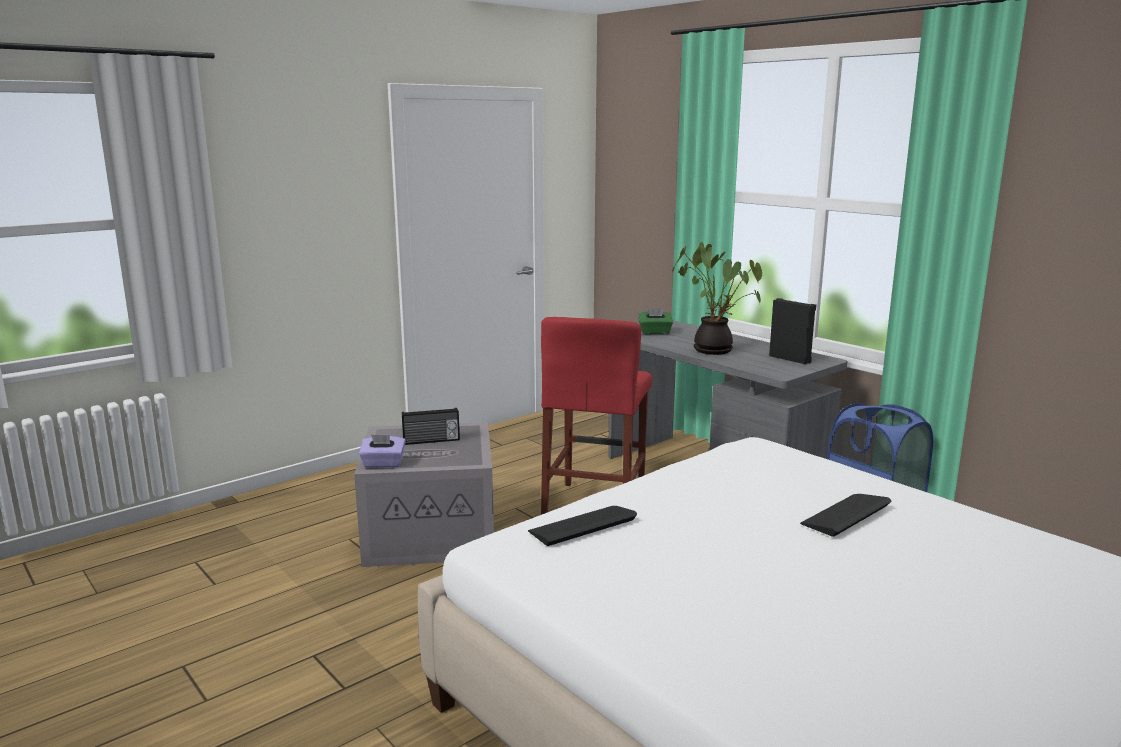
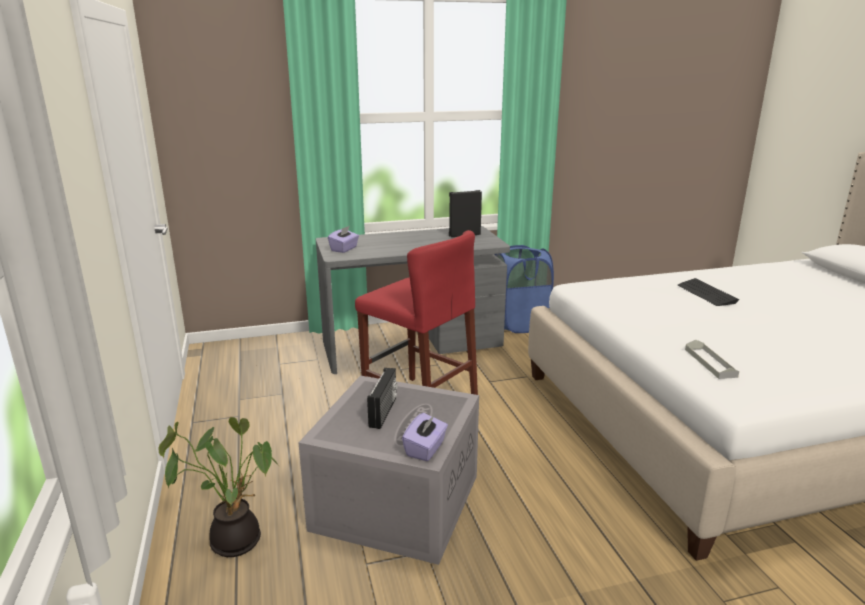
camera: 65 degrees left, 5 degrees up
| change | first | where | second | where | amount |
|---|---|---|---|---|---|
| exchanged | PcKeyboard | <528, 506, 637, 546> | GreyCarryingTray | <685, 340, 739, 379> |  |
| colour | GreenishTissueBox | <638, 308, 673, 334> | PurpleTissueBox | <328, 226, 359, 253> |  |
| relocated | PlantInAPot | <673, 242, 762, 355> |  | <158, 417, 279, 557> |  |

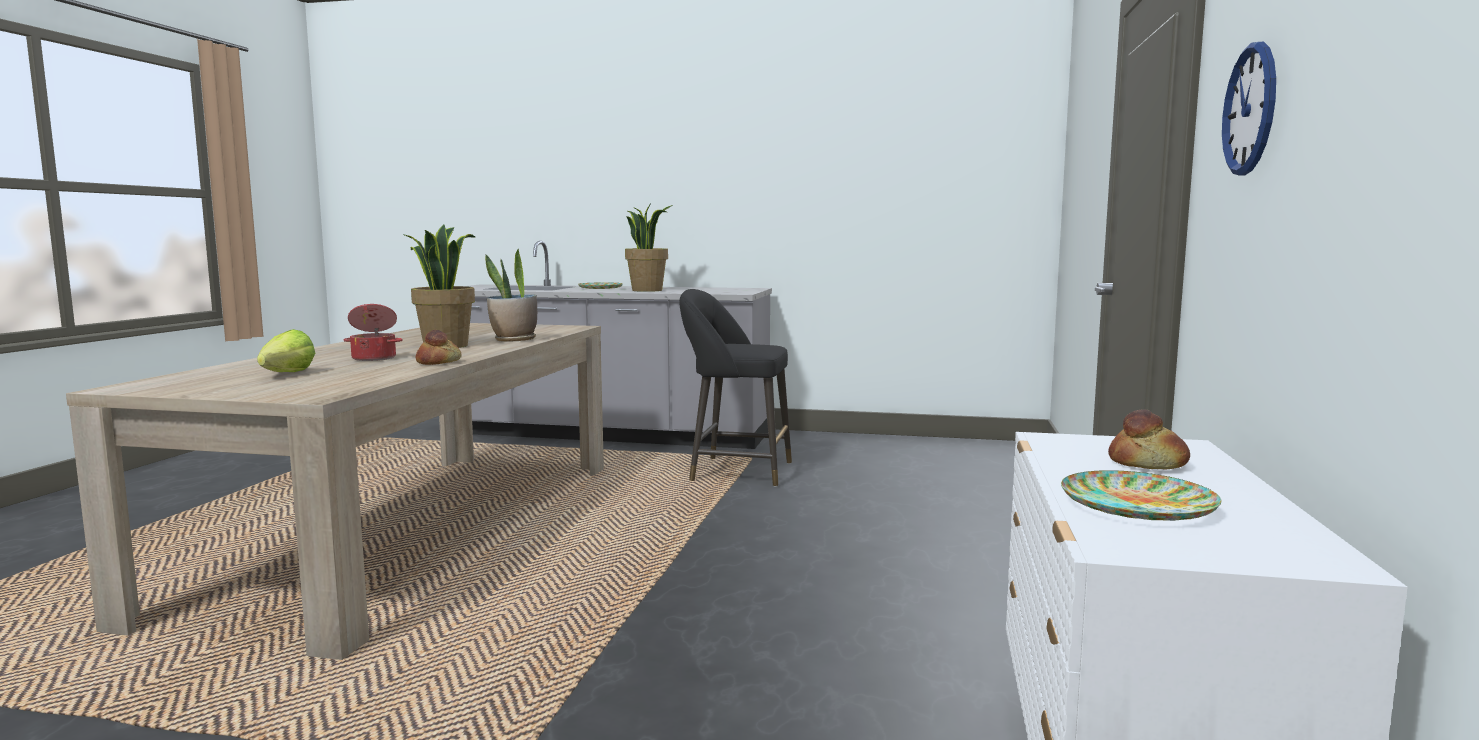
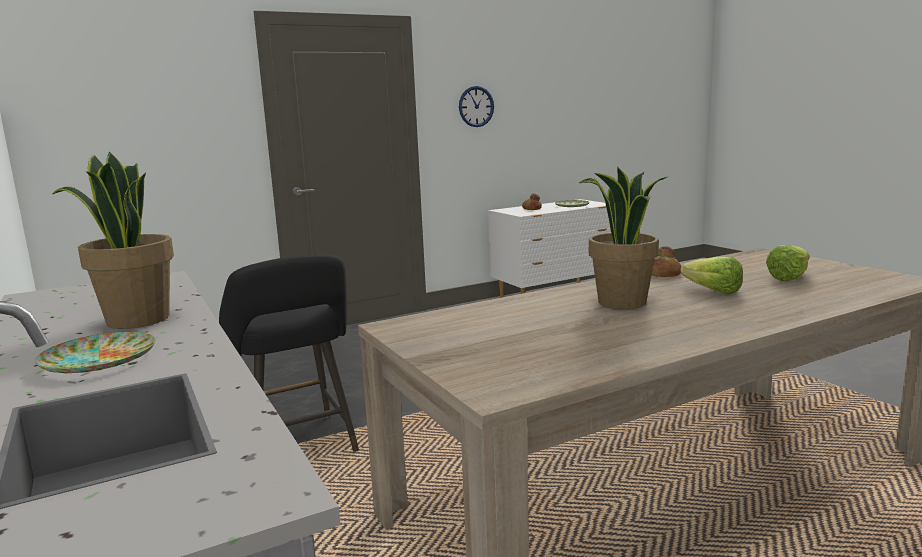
camera: 130 degrees left, 5 degrees up
| change | first | where | second | where | amount |
|---|---|---|---|---|---|
| exchanged | Stockpot | <344, 304, 403, 361> | LettuceHead | <681, 257, 743, 295> |  |
| missing | PlantInAPot | <485, 248, 537, 342> |  |  |  |

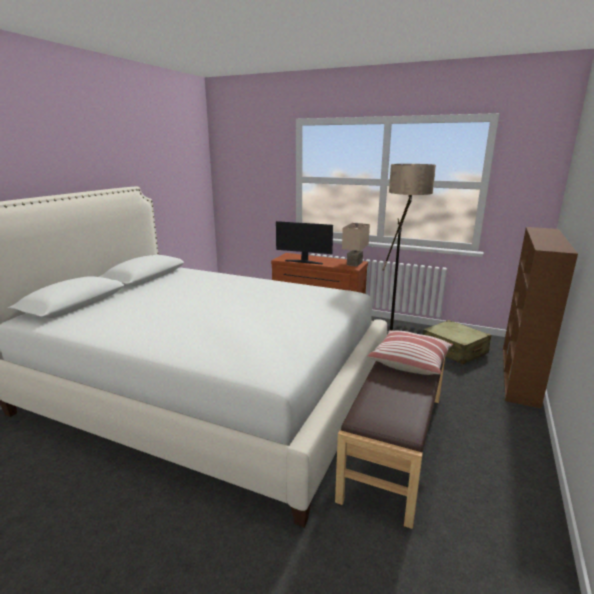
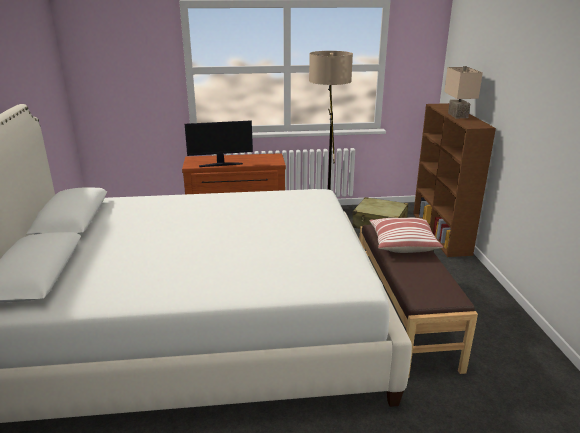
camera: 30 degrees left, 5 degrees up
| change | first | where | second | where | amount |
|---|---|---|---|---|---|
| relocated | BeigeColouredTabletopLamp | <342, 223, 370, 267> |  | <444, 66, 483, 118> |  |

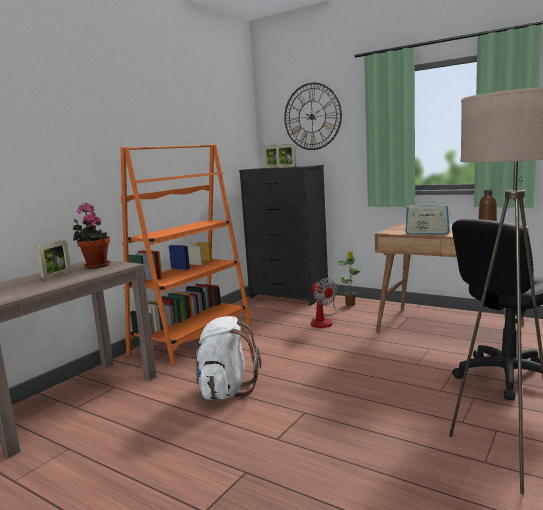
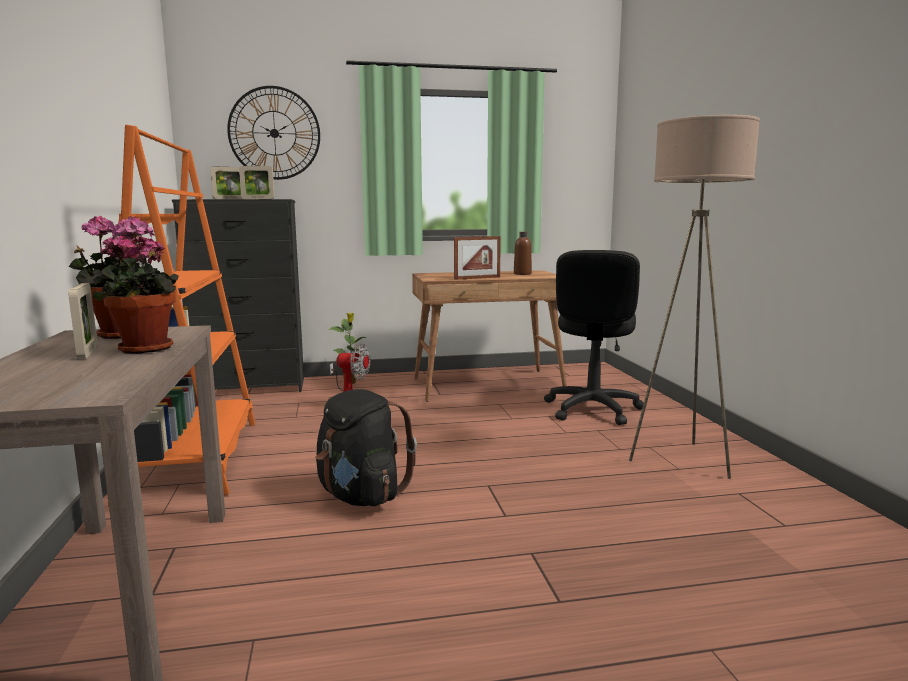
camera: 45 degrees left, 0 degrees up
| change | first | where | second | where | amount |
|---|---|---|---|---|---|
| colour | WhiteColouredKnapsack | <191, 316, 261, 400> | BlackishKnapsack | <315, 389, 417, 506> |  |
| exchanged | RadioReceiver | <405, 199, 450, 234> | StandingFrame | <454, 236, 501, 280> |  |
| appeared |  |  | PlantInAPot | <93, 216, 179, 354> |  |

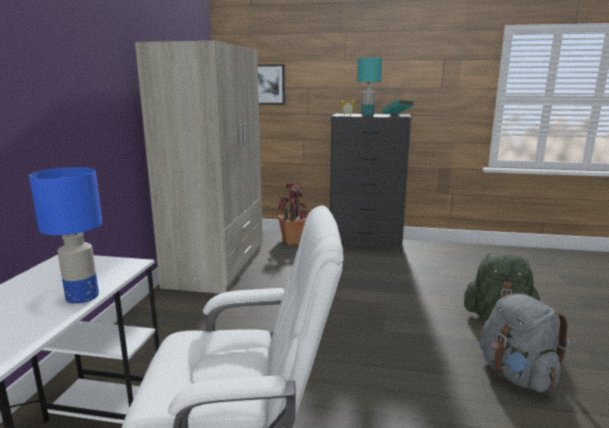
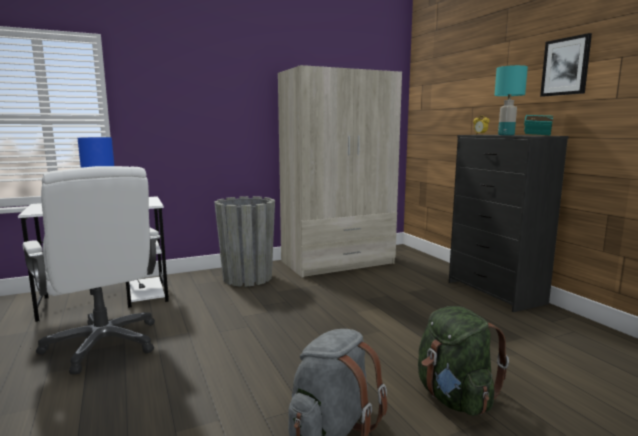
camera: 55 degrees right, 5 degrees down
| change | first | where | second | where | amount |
|---|---|---|---|---|---|
| relocated | Picture | <258, 64, 285, 105> |  | <540, 33, 592, 97> |  |
| missing | PlantInAPot | <278, 183, 307, 245> |  |  |  |
| appeared |  |  | GreyPlantPot | <214, 196, 275, 287> |  |

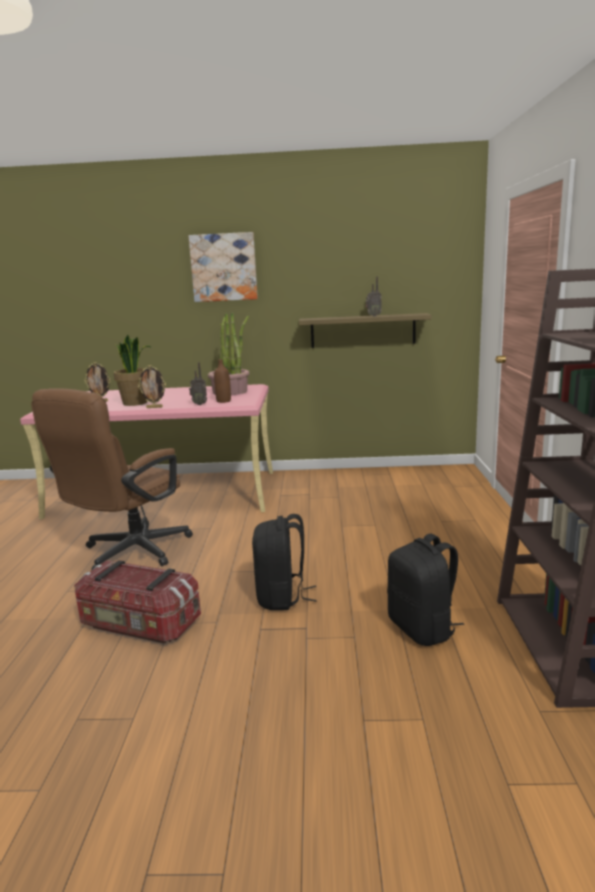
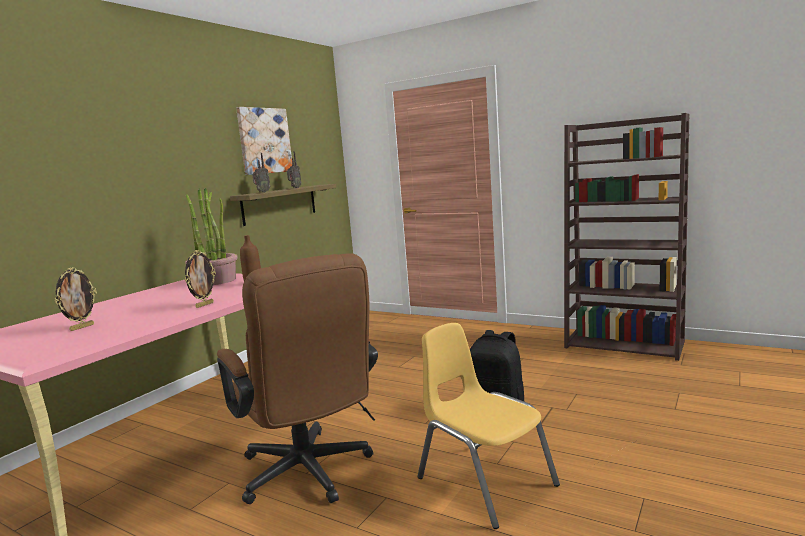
camera: 60 degrees left, 5 degrees down
| change | first | where | second | where | amount |
|---|---|---|---|---|---|
| exchanged | StorageContainer | <74, 560, 201, 644> | YellowUprightChair | <417, 323, 560, 529> |  |
| missing | PlantInAPot | <113, 335, 152, 406> |  |  |  |
| relocated | Picture | <188, 232, 258, 302> |  | <236, 107, 292, 175> |  |
| relocated | RadioReceiver | <189, 362, 207, 405> |  | <252, 153, 270, 193> |  |
| missing | BlackishKnapsack | <387, 534, 464, 646> |  |  |  |

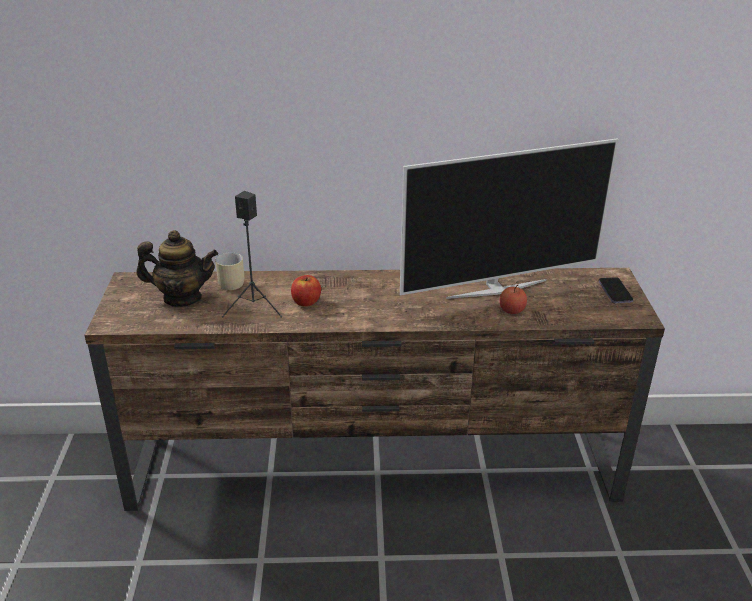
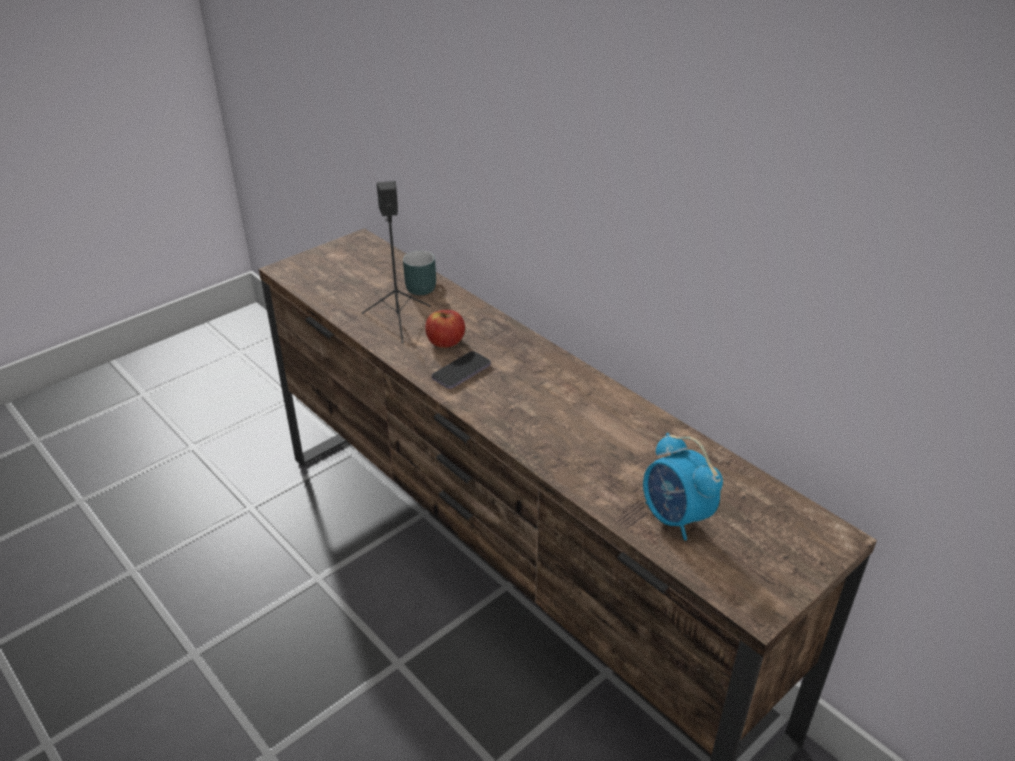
camera: 50 degrees right, 5 degrees up
| change | first | where | second | where | amount |
|---|---|---|---|---|---|
| missing | TeaPot | <137, 230, 218, 307> |  |  |  |
| colour | BeigeColouredCoffeeMug | <215, 252, 244, 290> | TurquoiseCoffeeMug | <403, 251, 436, 295> |  |
| missing | TvSet | <400, 138, 619, 299> |  |  |  |
| missing | WholeApple | <500, 285, 527, 314> |  |  |  |
| relocated | Phone | <599, 277, 633, 303> |  | <432, 351, 491, 389> |  |
| appeared |  |  | TableClock | <643, 433, 723, 541> |  |

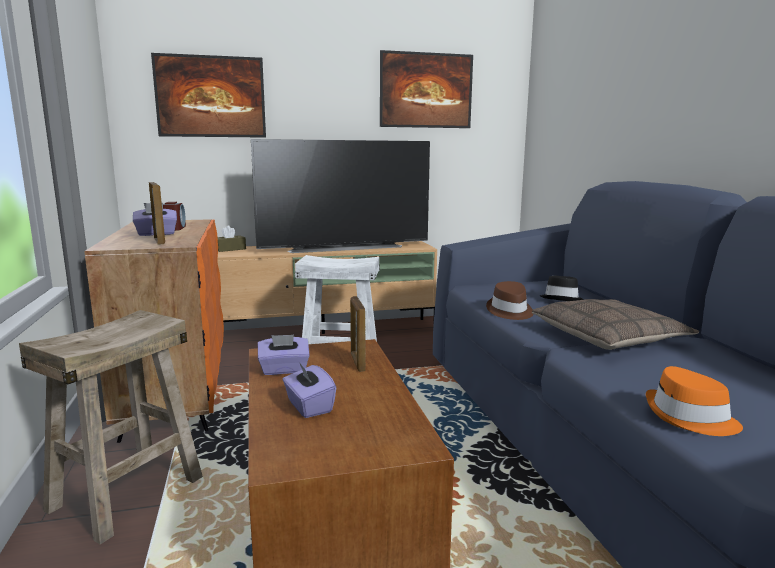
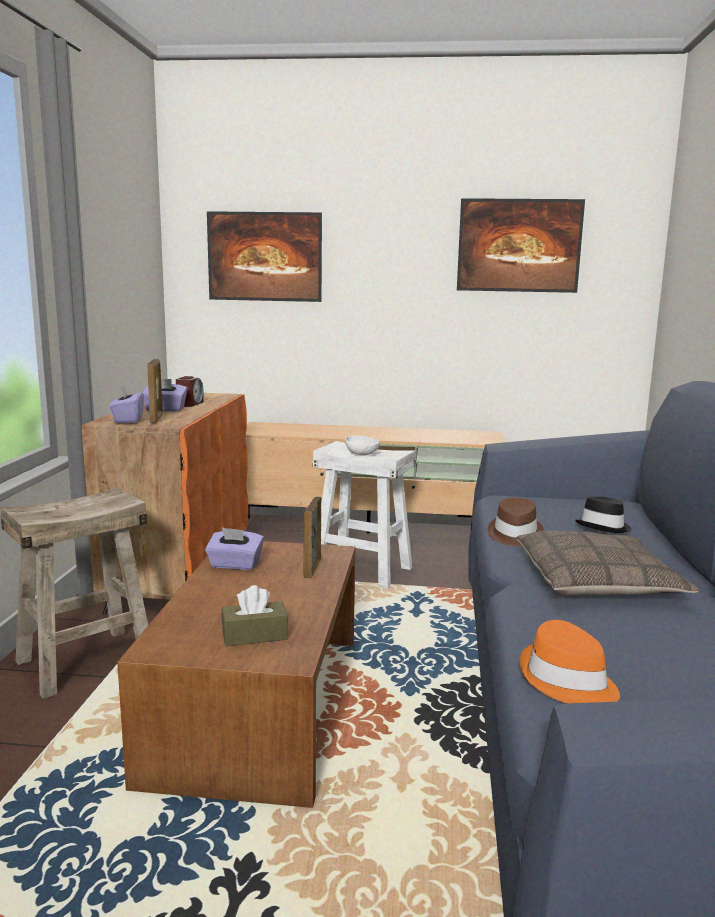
camera: 20 degrees right, 0 degrees up
| change | first | where | second | where | amount |
|---|---|---|---|---|---|
| relocated | BrownColouredTissueBox | <218, 225, 246, 252> |  | <221, 585, 288, 646> |  |
| missing | TvSet | <251, 139, 430, 253> |  |  |  |
| relocated | PurpleTissueBox | <283, 362, 336, 418> |  | <110, 384, 144, 423> |  |
| appeared |  |  | WhiteColouredBowl | <345, 436, 380, 455> |  |

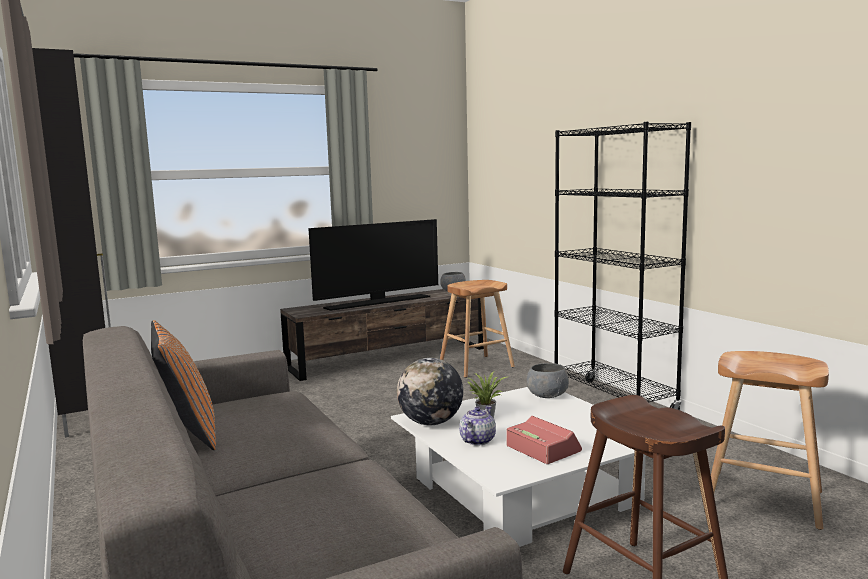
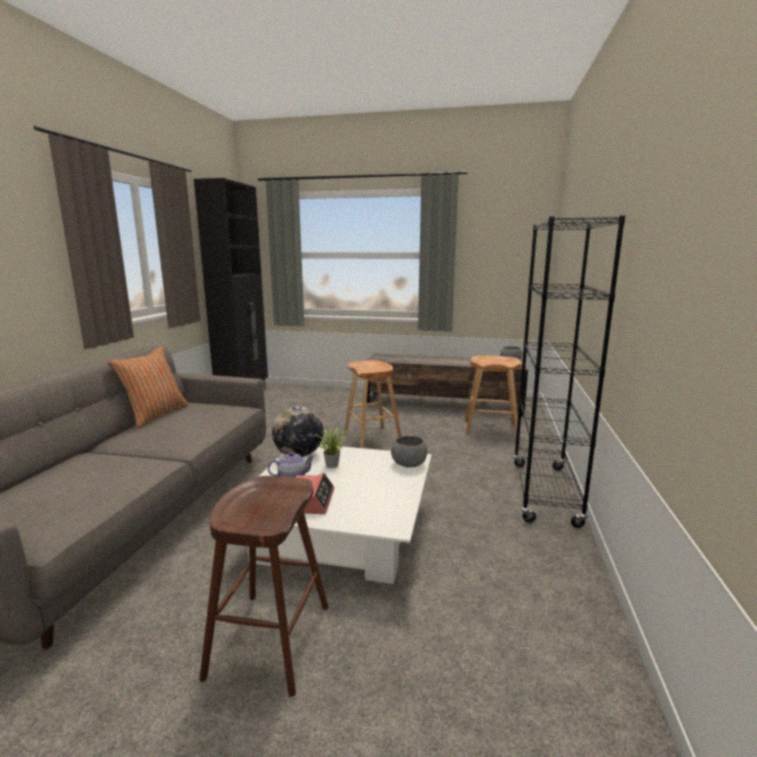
camera: 40 degrees right, 5 degrees up
| change | first | where | second | where | amount |
|---|---|---|---|---|---|
| missing | TvSet | <309, 219, 438, 311> |  |  |  |
| relocated | BrownColouredStool | <711, 351, 829, 530> |  | <344, 360, 402, 448> |  |

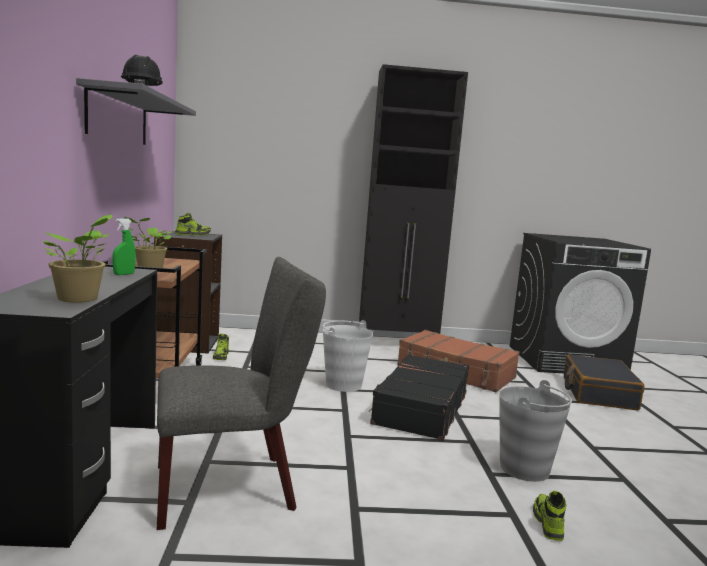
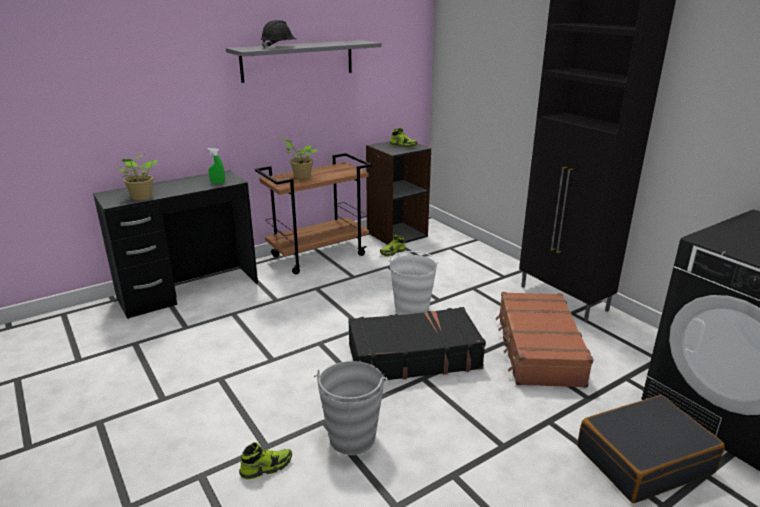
camera: 60 degrees right, 15 degrees up
| change | first | where | second | where | amount |
|---|---|---|---|---|---|
| missing | GreyUprightChair | <157, 257, 326, 530> |  |  |  |

